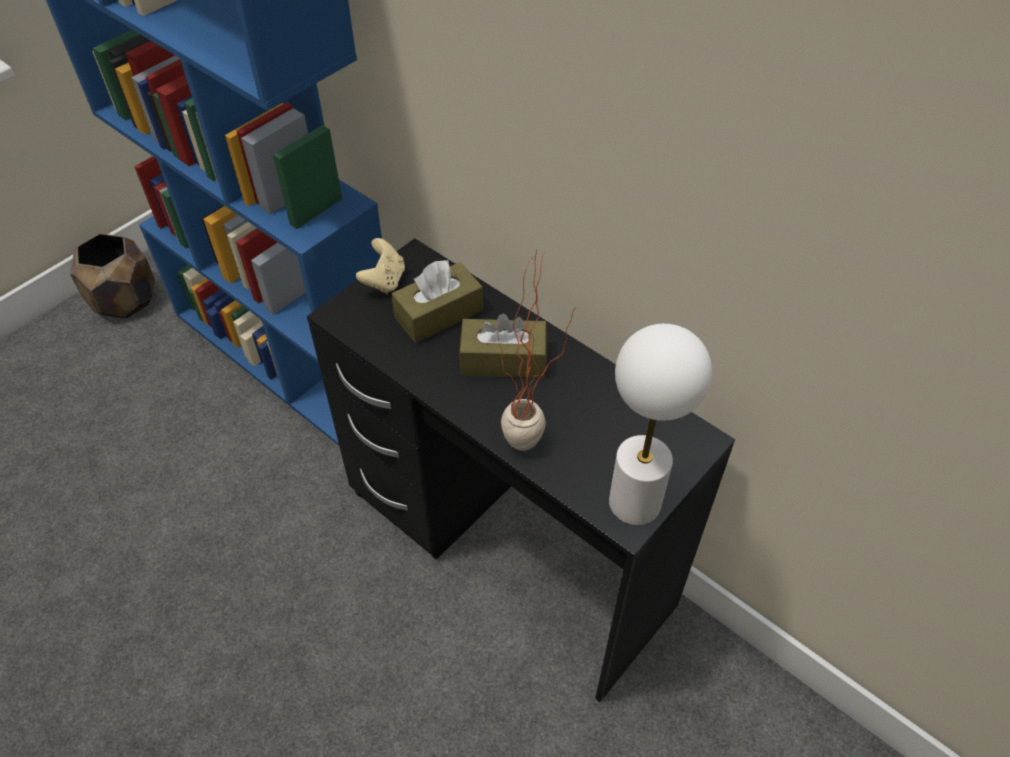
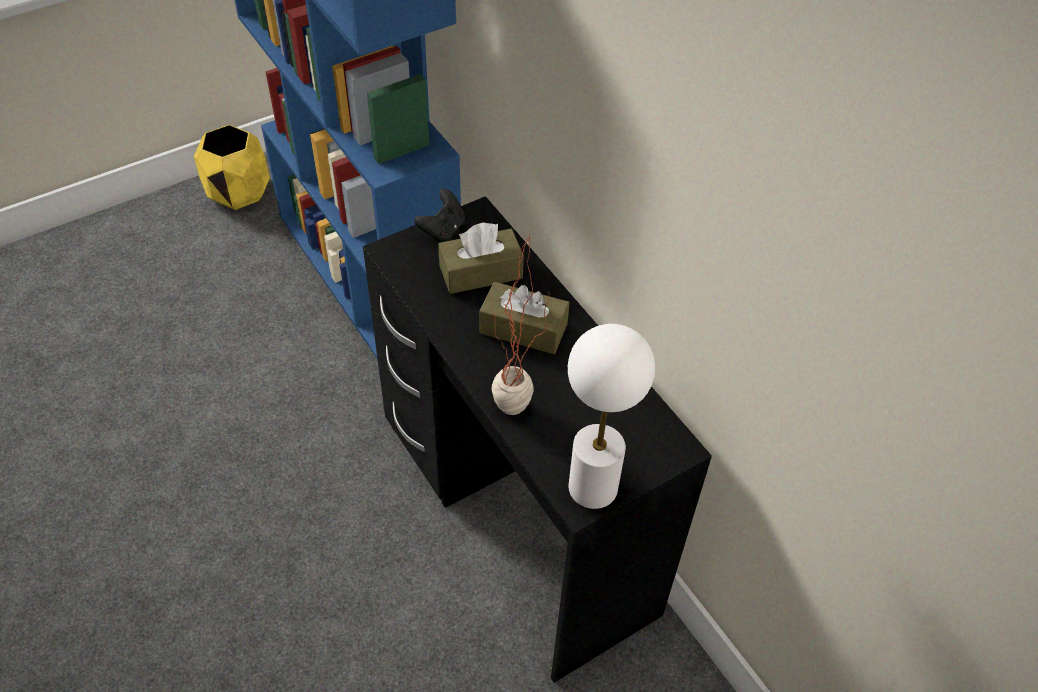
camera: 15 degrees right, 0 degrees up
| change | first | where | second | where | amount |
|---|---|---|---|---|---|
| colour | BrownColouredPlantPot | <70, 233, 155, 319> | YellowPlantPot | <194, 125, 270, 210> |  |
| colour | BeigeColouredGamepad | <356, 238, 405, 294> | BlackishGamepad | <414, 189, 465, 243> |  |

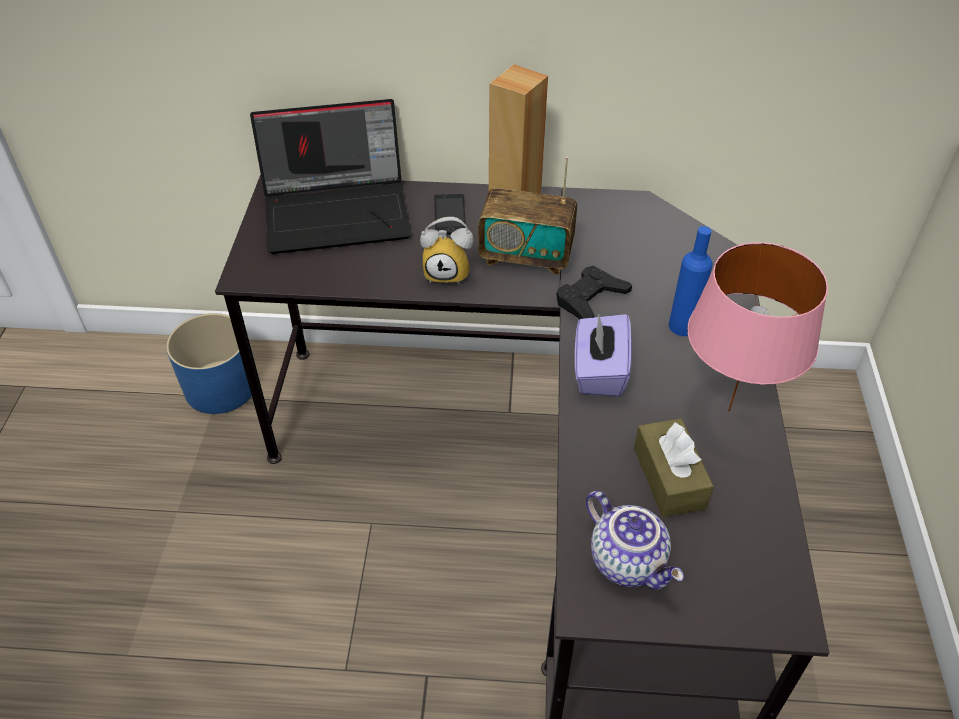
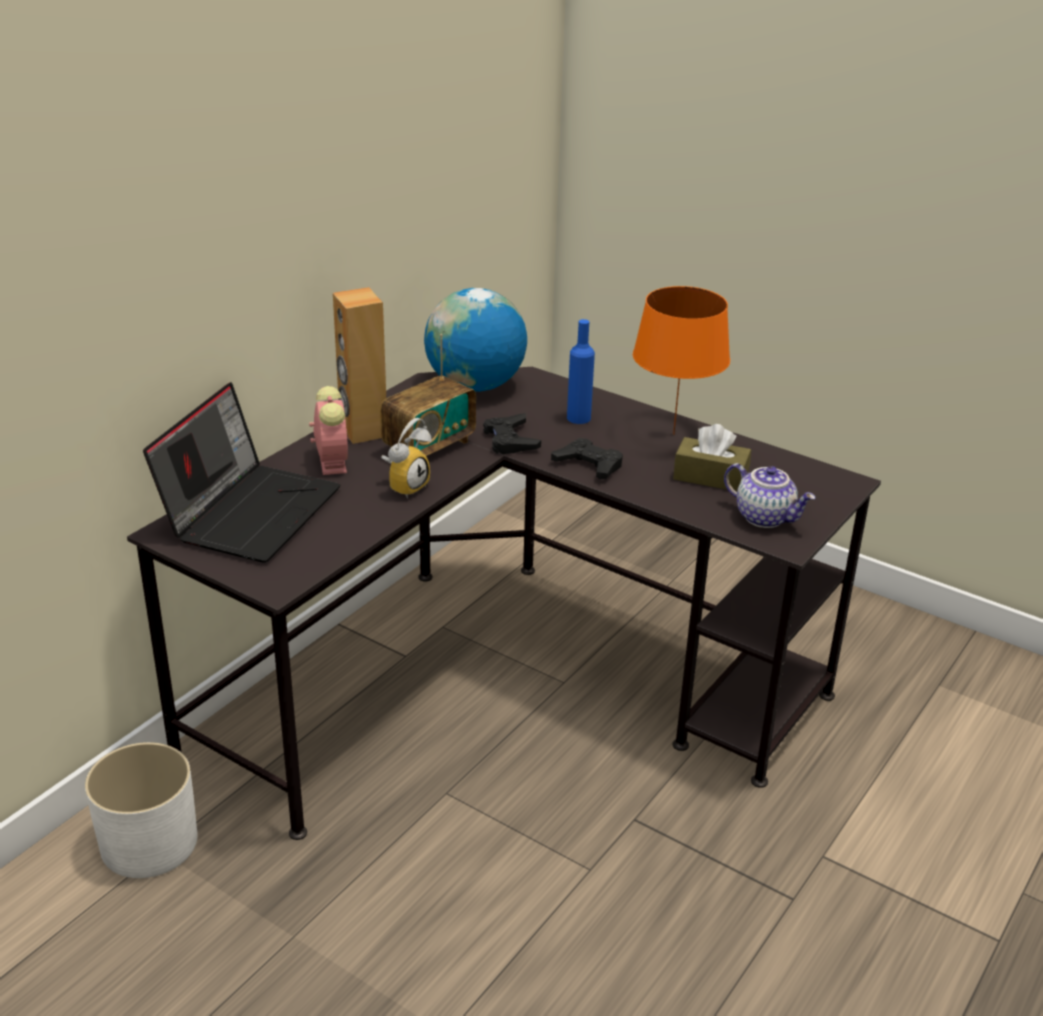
camera: 60 degrees left, 15 degrees down
| change | first | where | second | where | amount |
|---|---|---|---|---|---|
| colour | BluishPlantPot | <166, 313, 252, 414> | WhiteColouredPlantPot | <85, 742, 197, 878> |  |
| exchanged | Phone | <434, 194, 466, 235> | TableClock | <309, 386, 348, 475> |  |
| exchanged | PurpleTissueBox | <575, 314, 632, 397> | BlackishGamepad | <551, 438, 623, 479> |  |
| spun | TeaPot | <586, 491, 684, 590> |  | <724, 463, 815, 528> | 45 degrees clockwise |
| colour | PinkColouredTabletopLamp | <687, 242, 828, 412> | OrangeyTabletopLamp | <633, 286, 730, 435> |  |
| appeared |  |  | Globe | <424, 288, 527, 392> |  |

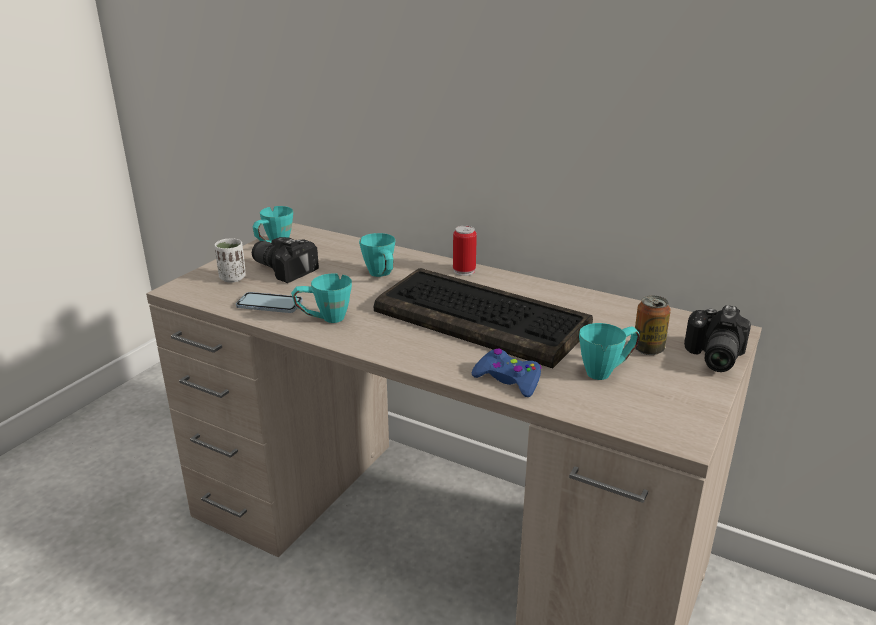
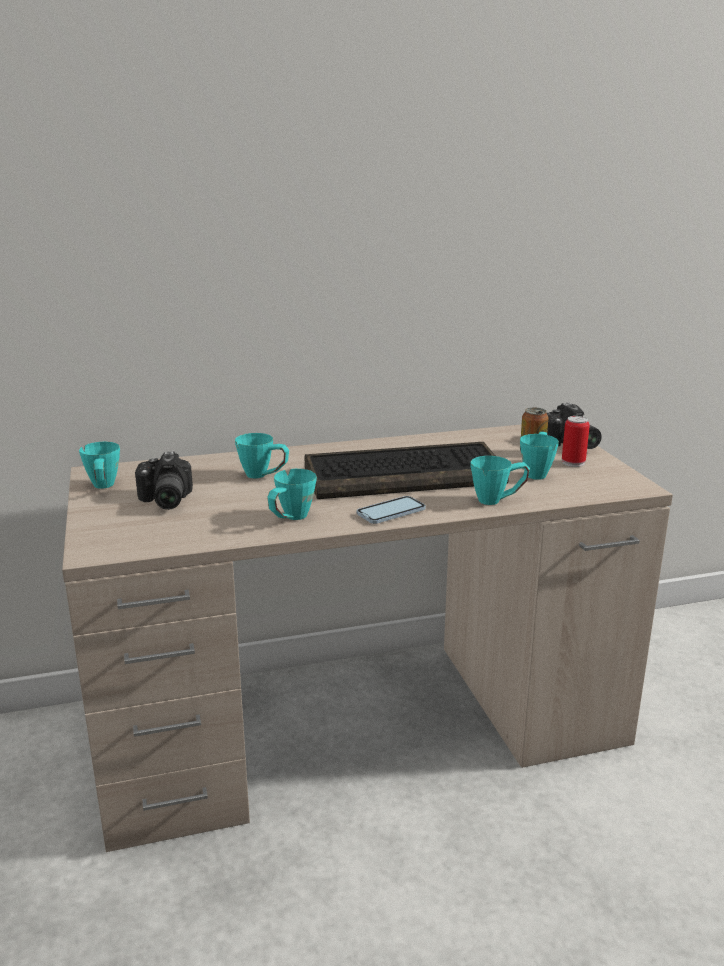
camera: 45 degrees left, 5 degrees down
| change | first | where | second | where | amount |
|---|---|---|---|---|---|
| missing | WhiteColouredDrinkingCup | <215, 238, 246, 283> |  |  |  |
| relocated | Phone | <236, 292, 303, 313> |  | <357, 496, 426, 524> |  |
| spun | StillCamera | <252, 237, 319, 283> |  | <135, 452, 193, 510> | 90 degrees counterclockwise |
| relocated | Can | <453, 226, 477, 276> |  | <562, 416, 590, 467> |  |
| exchanged | BluishGamepad | <472, 348, 541, 397> | TurquoiseCoffeeMug | <470, 456, 530, 505> |  |

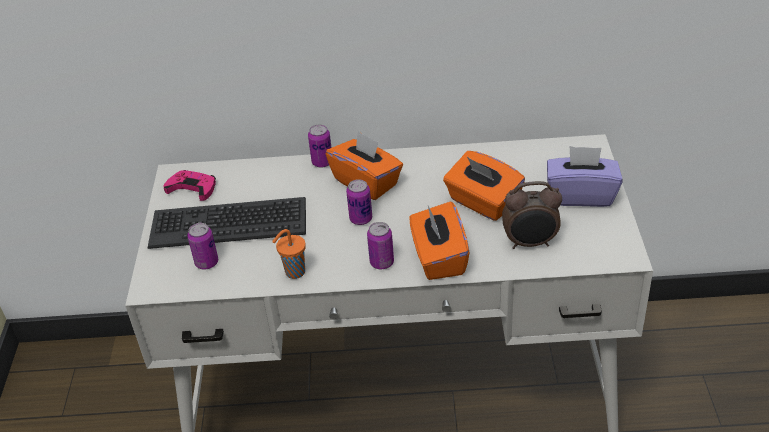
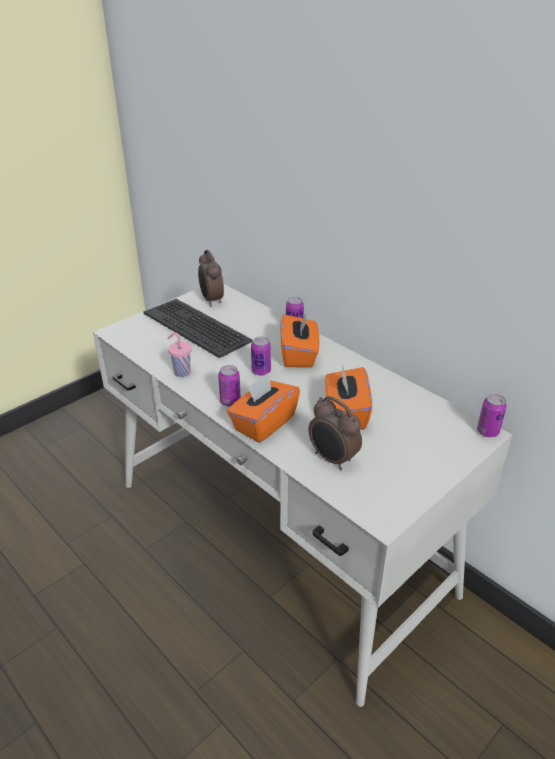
camera: 45 degrees right, 5 degrees down
| change | first | where | second | where | amount |
|---|---|---|---|---|---|
| exchanged | PinkColouredGamepad | <163, 170, 216, 201> | TableClock | <198, 250, 224, 306> |  |
| relocated | Can | <187, 223, 218, 270> |  | <477, 394, 507, 437> |  |
| colour | OrangeyDrinkingCup | <272, 229, 306, 279> | PinkColouredDrinkingCup | <167, 332, 192, 377> |  |
| missing | PurpleTissueBox | <547, 146, 623, 207> |  |  |  |

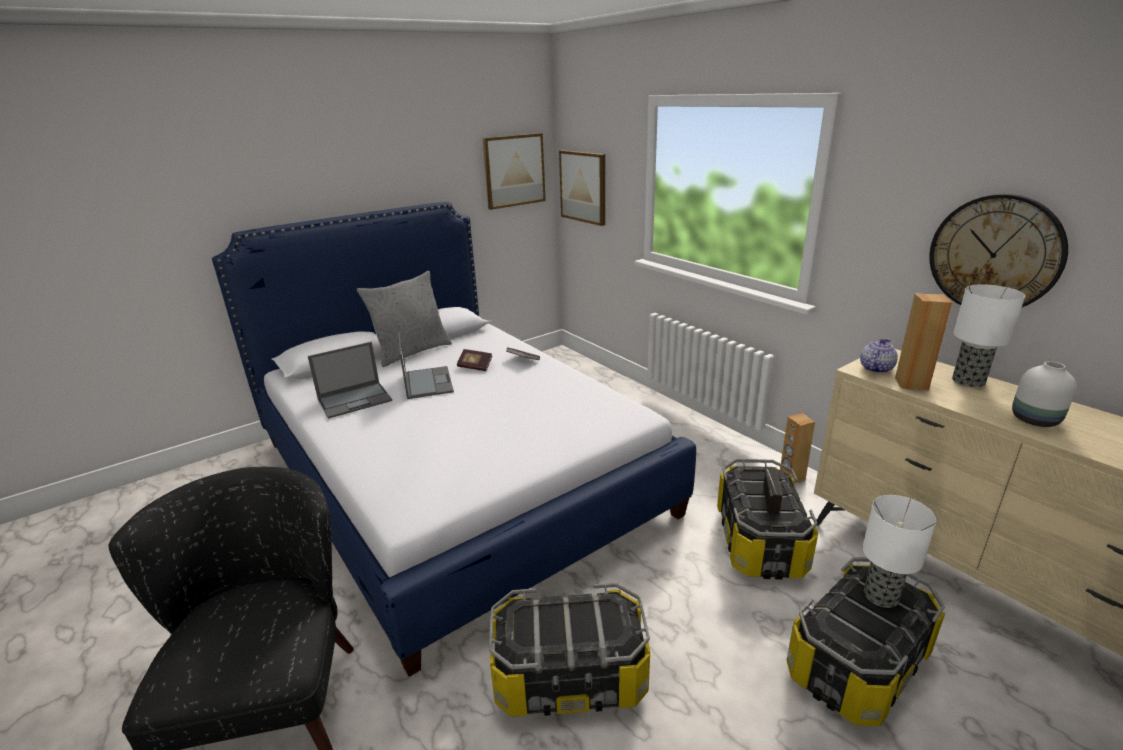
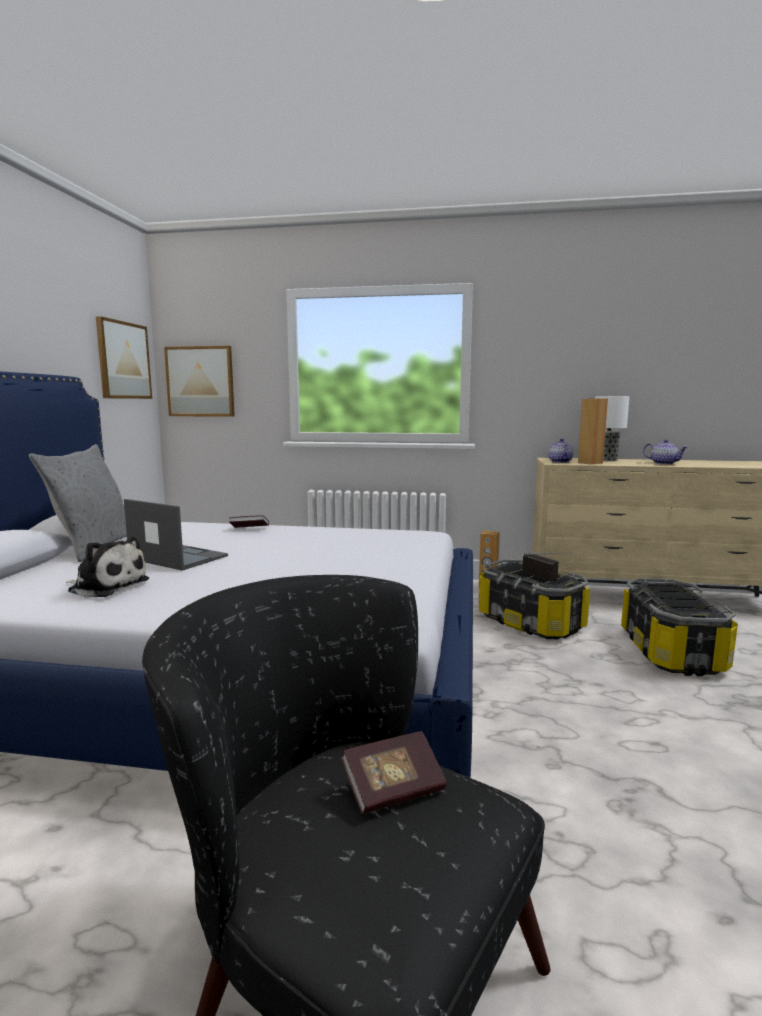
camera: 45 degrees left, 15 degrees down
| change | first | where | second | where | amount |
|---|---|---|---|---|---|
| exchanged | Laptop | <308, 342, 392, 419> | PlushToy | <66, 537, 149, 598> |  |
| relocated | Volume | <457, 349, 492, 371> |  | <341, 731, 447, 814> |  |
| missing | StorageContainer | <489, 583, 650, 717> |  |  |  |
| missing | TabletopLamp | <863, 495, 936, 608> |  |  |  |
| missing | WallClock | <929, 194, 1068, 307> |  |  |  |
| exchanged | WhiteColouredFlowerVase | <1012, 361, 1076, 427> | TeaPot | <643, 440, 688, 465> |  |

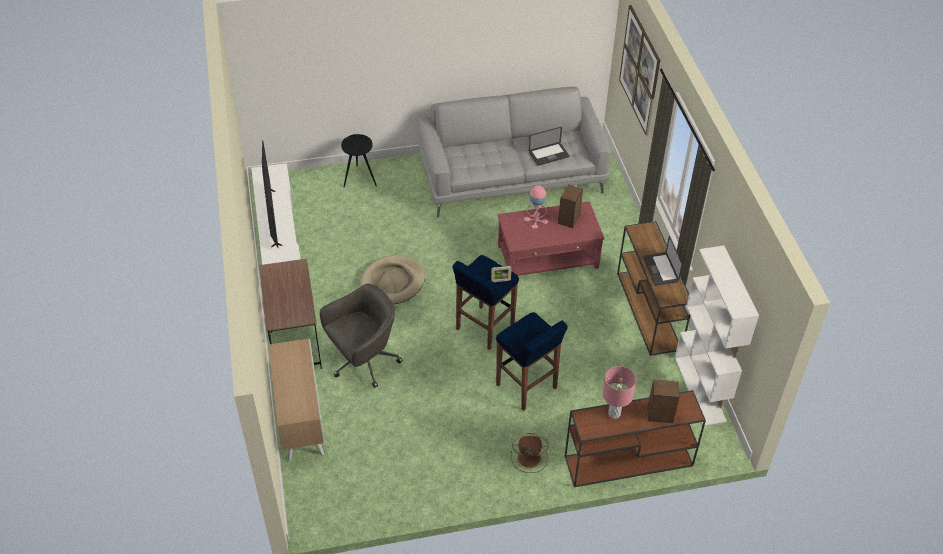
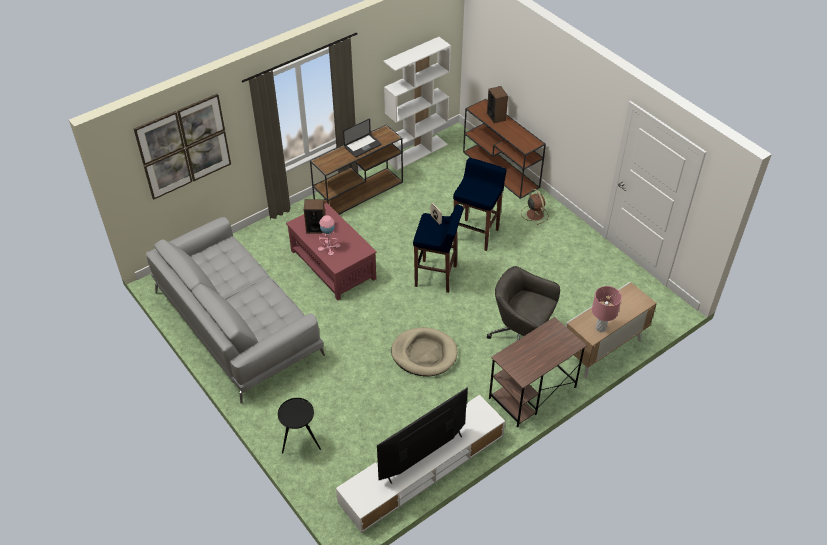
camera: 115 degrees left, 0 degrees up
| change | first | where | second | where | amount |
|---|---|---|---|---|---|
| missing | Laptop | <529, 127, 570, 166> |  |  |  |
| relocated | PinkColouredTabletopLamp | <603, 366, 636, 419> |  | <592, 286, 622, 333> |  |

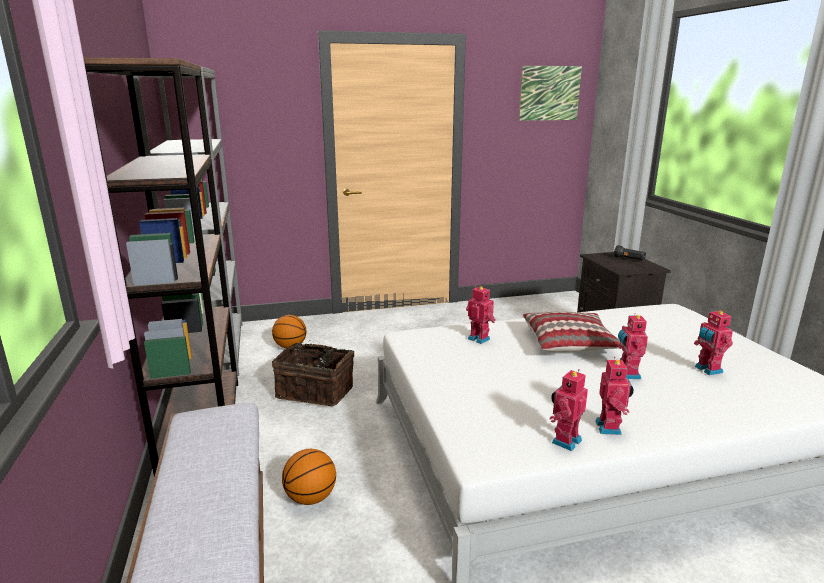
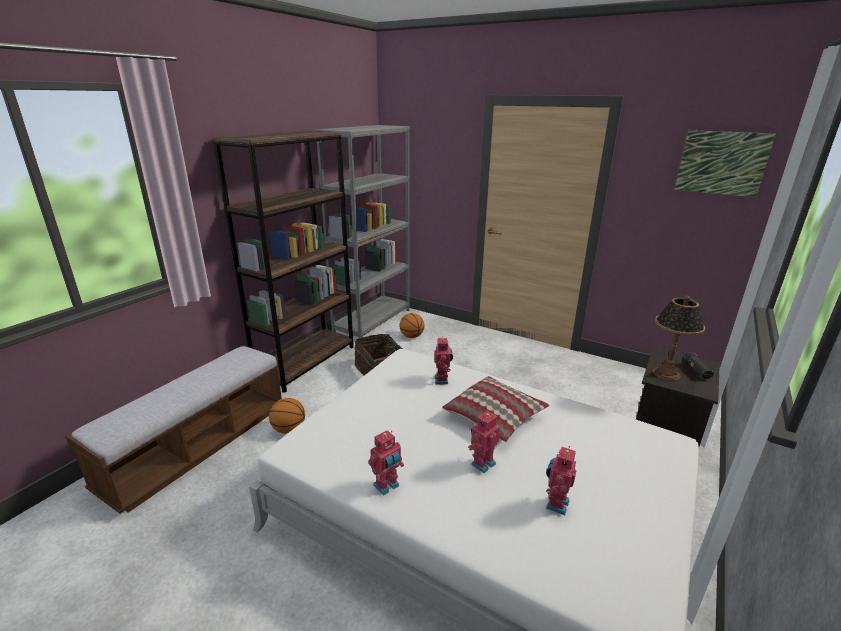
camera: 45 degrees right, 5 degrees up
| change | first | where | second | where | amount |
|---|---|---|---|---|---|
| missing | RobotFigure | <550, 369, 588, 451> |  |  |  |
| appeared |  |  | TabletopLamp | <653, 296, 706, 381> |  |

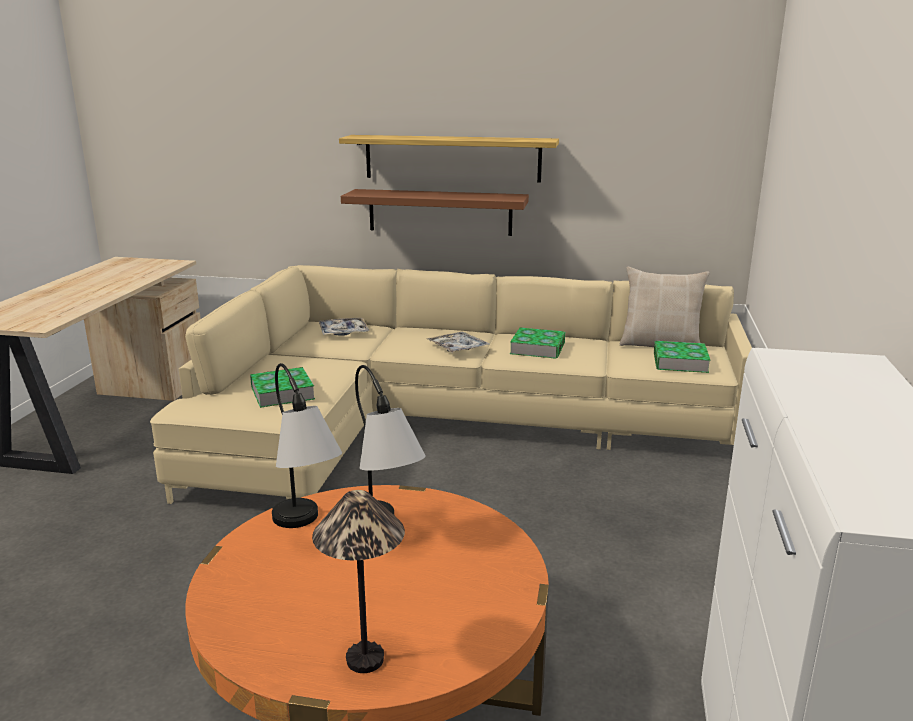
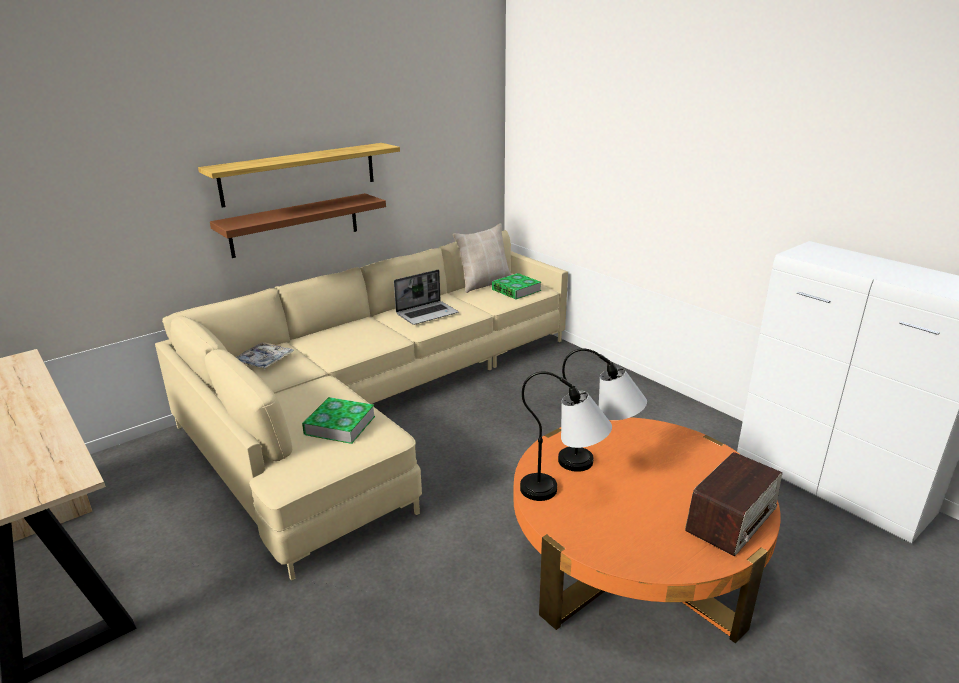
camera: 50 degrees left, 5 degrees up
| change | first | where | second | where | amount |
|---|---|---|---|---|---|
| exchanged | TabletopLamp | <312, 490, 405, 673> | RadioReceiver | <685, 452, 782, 556> |  |
| missing | CarryingTray | <426, 332, 489, 353> |  |  |  |
| exchanged | Volume | <510, 328, 565, 359> | Laptop | <394, 270, 458, 325> |  |

